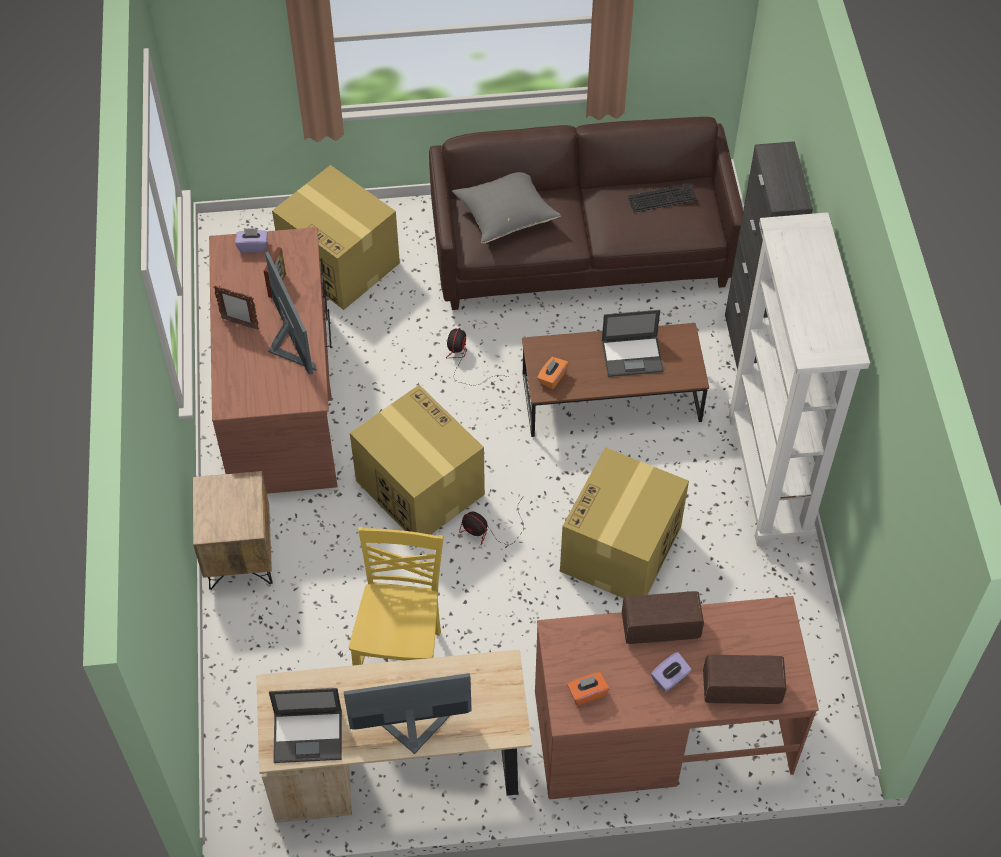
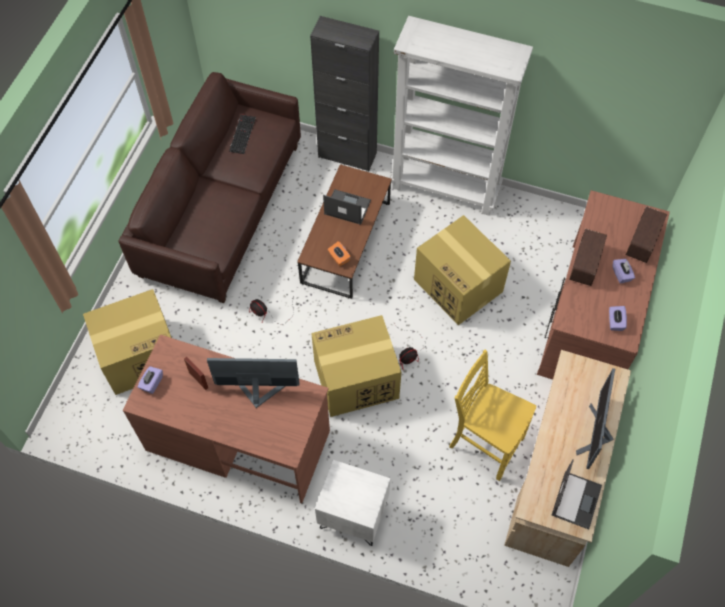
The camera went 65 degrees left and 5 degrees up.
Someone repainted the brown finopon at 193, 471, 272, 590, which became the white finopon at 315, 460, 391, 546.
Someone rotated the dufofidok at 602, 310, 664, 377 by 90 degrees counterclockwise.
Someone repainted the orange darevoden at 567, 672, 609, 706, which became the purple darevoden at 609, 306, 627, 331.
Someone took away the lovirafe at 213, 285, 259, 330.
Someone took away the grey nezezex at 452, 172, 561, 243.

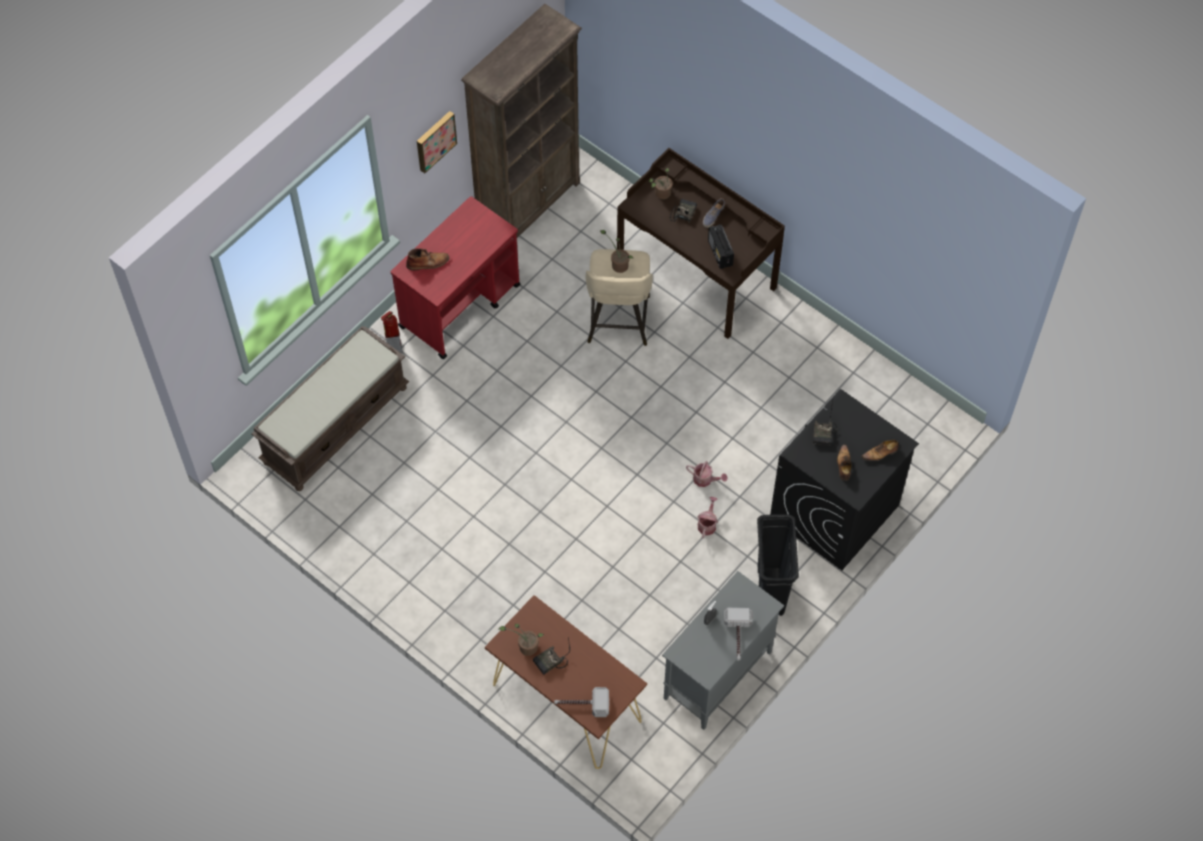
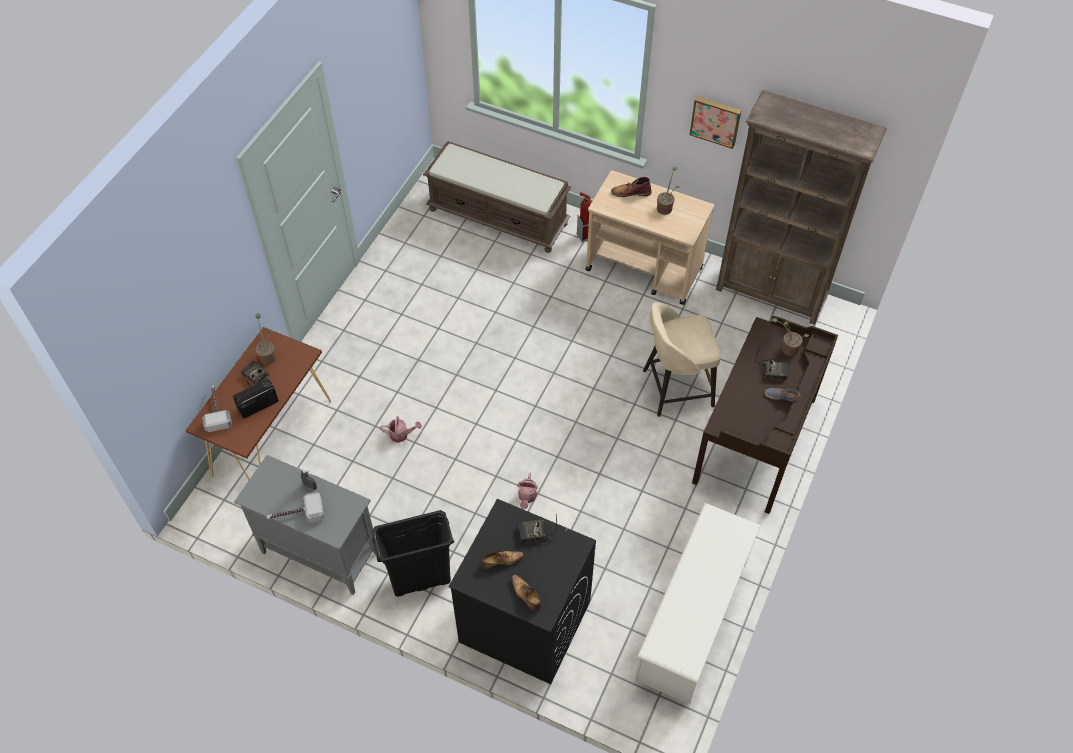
The camera went 75 degrees right and 5 degrees down.
Someone carried the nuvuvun from 708, 225, 734, 269 to 233, 378, 279, 419.
Someone carried the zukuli from 697, 497, 718, 538 to 380, 416, 422, 443.
Someone repainted the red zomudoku at 391, 196, 520, 359, which became the beige zomudoku at 585, 170, 714, 305.
Someone rotated the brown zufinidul at 406, 248, 449, 270 by 120 degrees clockwise.
Someone put down the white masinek at 634, 503, 761, 704.
Someone carried the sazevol from 600, 230, 634, 273 to 657, 167, 680, 215.

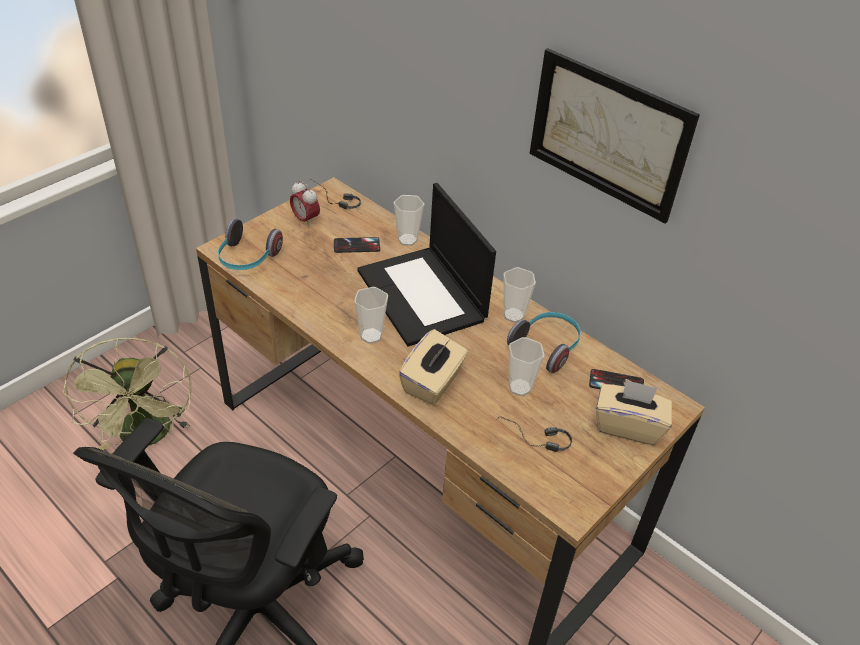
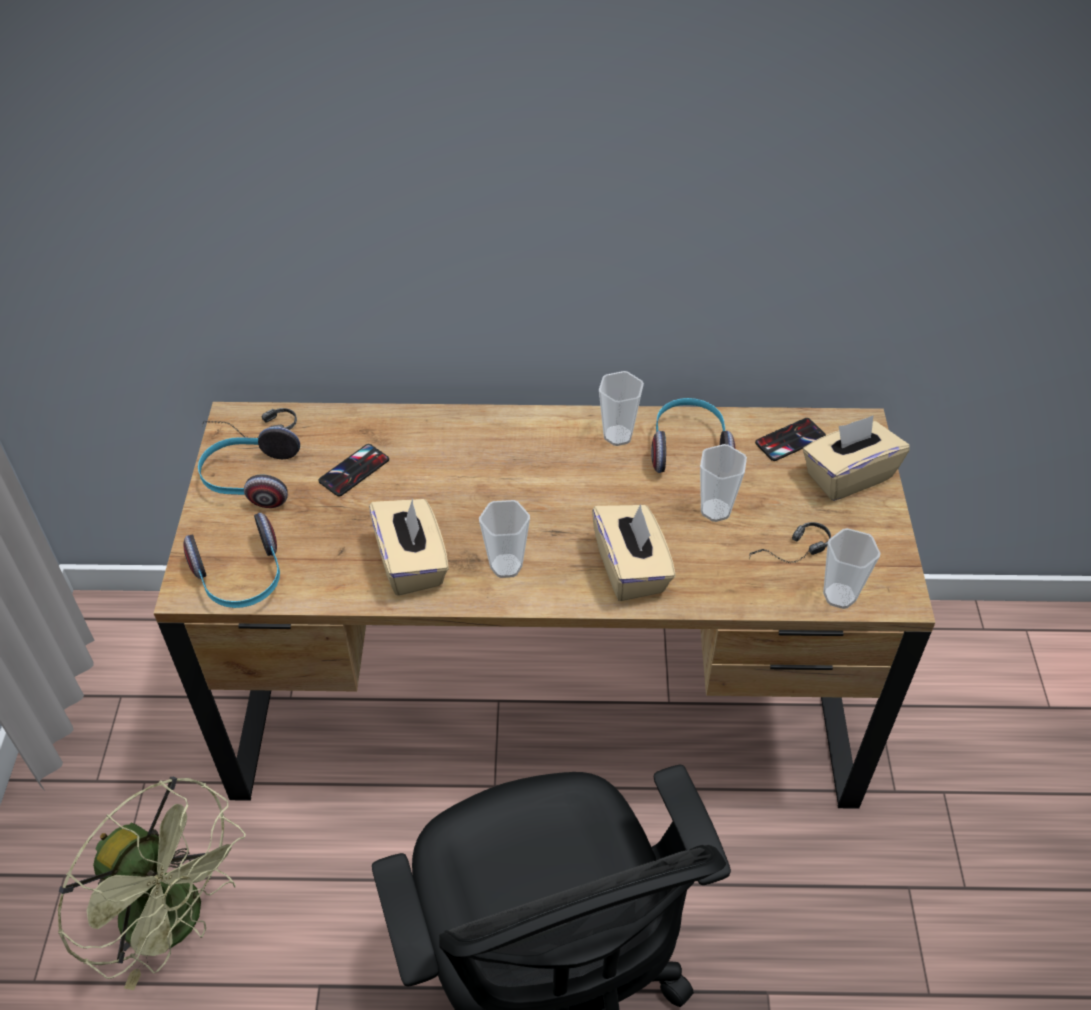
The camera went 40 degrees left and 5 degrees up.
Someone swapped the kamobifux at 290, 181, 320, 227 for the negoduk at 198, 427, 300, 508.
Someone put down the beige darevoden at 369, 499, 449, 596.
Someone carried the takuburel from 394, 195, 424, 246 to 823, 528, 881, 609.
Someone took away the dufofidok at 357, 183, 496, 347.
Someone took away the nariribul at 529, 48, 700, 224.

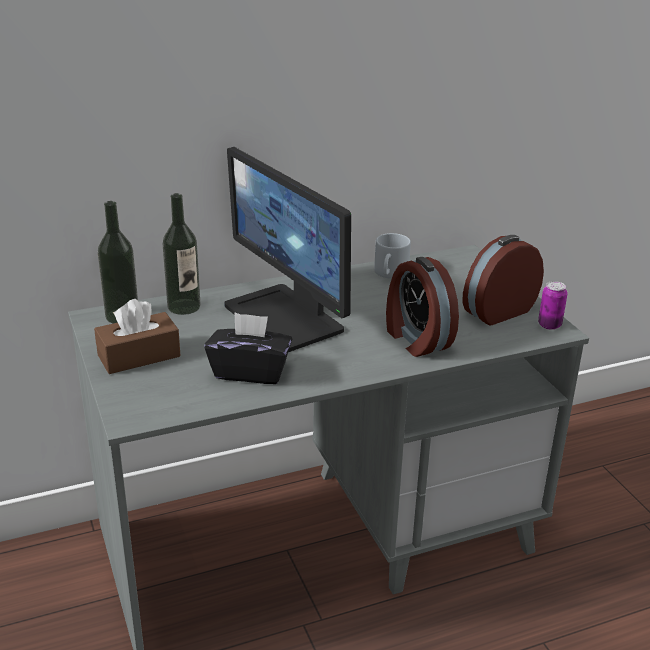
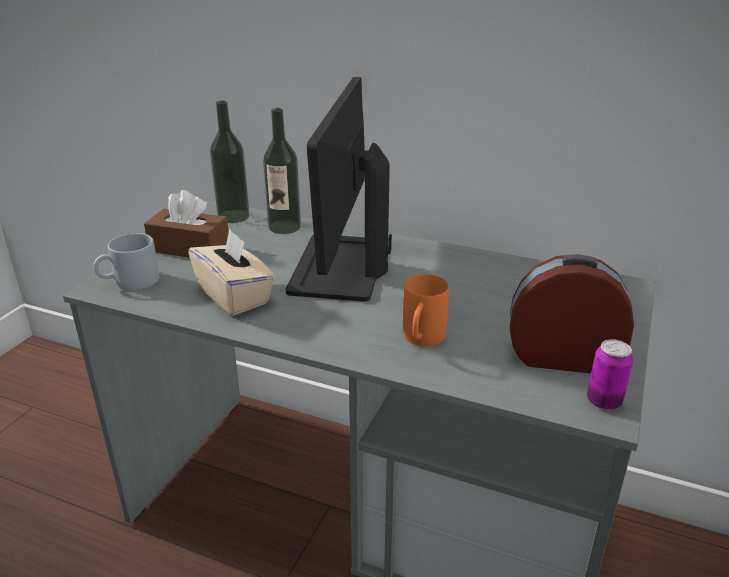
The camera went 45 degrees right and 0 degrees up.
Someone carried the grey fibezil from 374, 233, 411, 279 to 93, 233, 160, 290.
Someone repainted the black darevoden at 204, 313, 292, 384, which became the beige darevoden at 188, 229, 275, 316.
Someone swapped the kamobifux at 386, 257, 459, 357 for the orange fibezil at 403, 274, 449, 346.

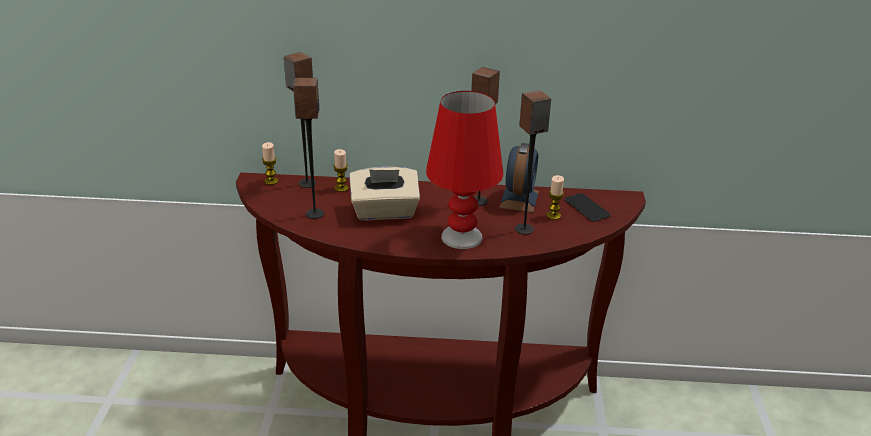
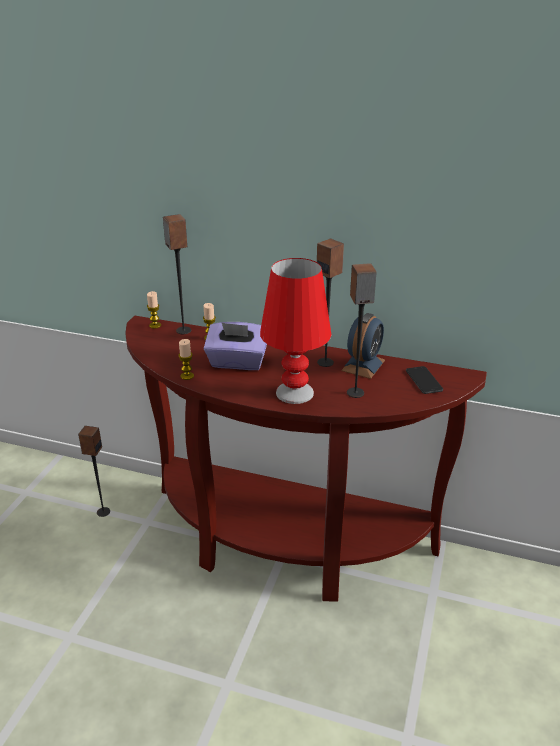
The camera went 15 degrees right and 0 degrees up.
Someone carried the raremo from 293, 78, 324, 219 to 78, 426, 110, 517.
Someone carried the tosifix from 546, 175, 564, 220 to 179, 339, 194, 380.
Someone repainted the beige darevoden at 349, 167, 420, 220, which became the purple darevoden at 204, 322, 267, 370.

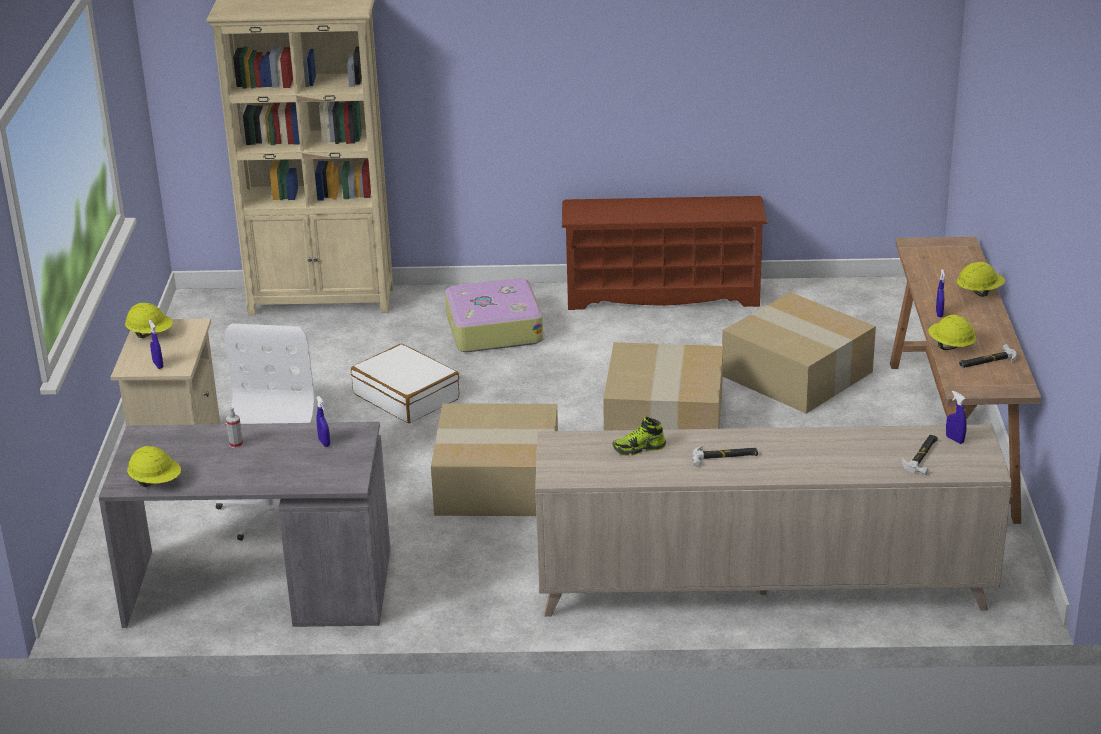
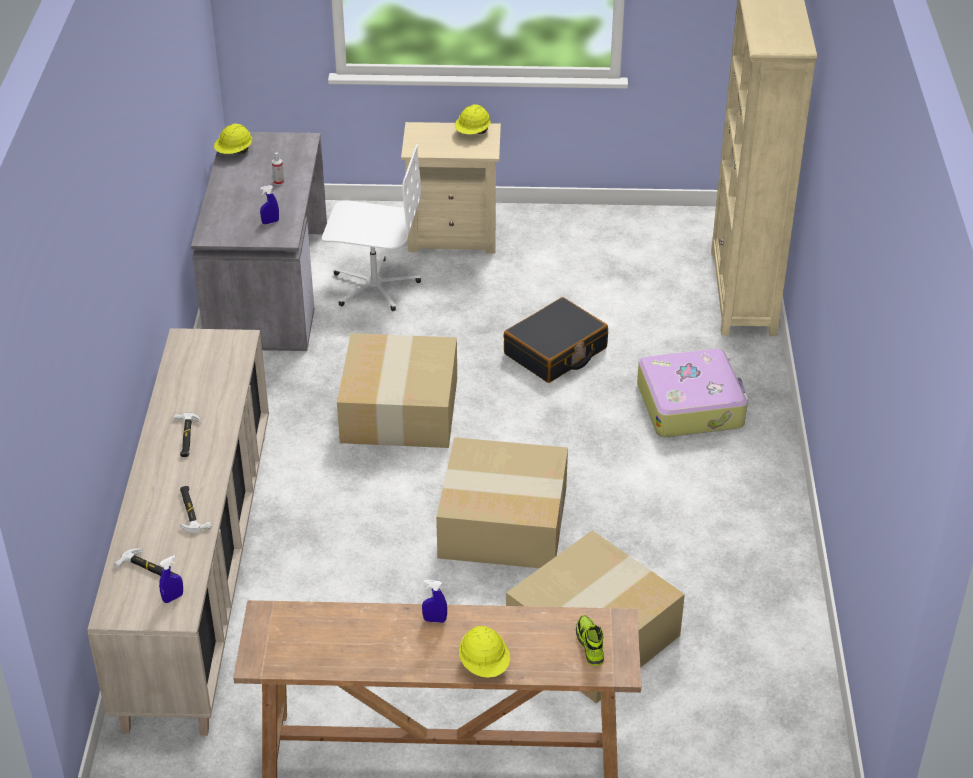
The camera went 90 degrees right and 10 degrees up.
Someone carried the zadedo from 959, 344, 1017, 368 to 180, 486, 211, 533.
Someone repainted the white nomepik at 351, 344, 459, 423, which became the black nomepik at 503, 297, 608, 383.
Someone carried the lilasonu from 613, 417, 666, 456 to 576, 615, 604, 666.
Someone took away the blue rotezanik at 148, 319, 164, 369.
Someone took away the brown masinek at 562, 196, 767, 310.
Someone took away the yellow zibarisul at 928, 315, 976, 350.

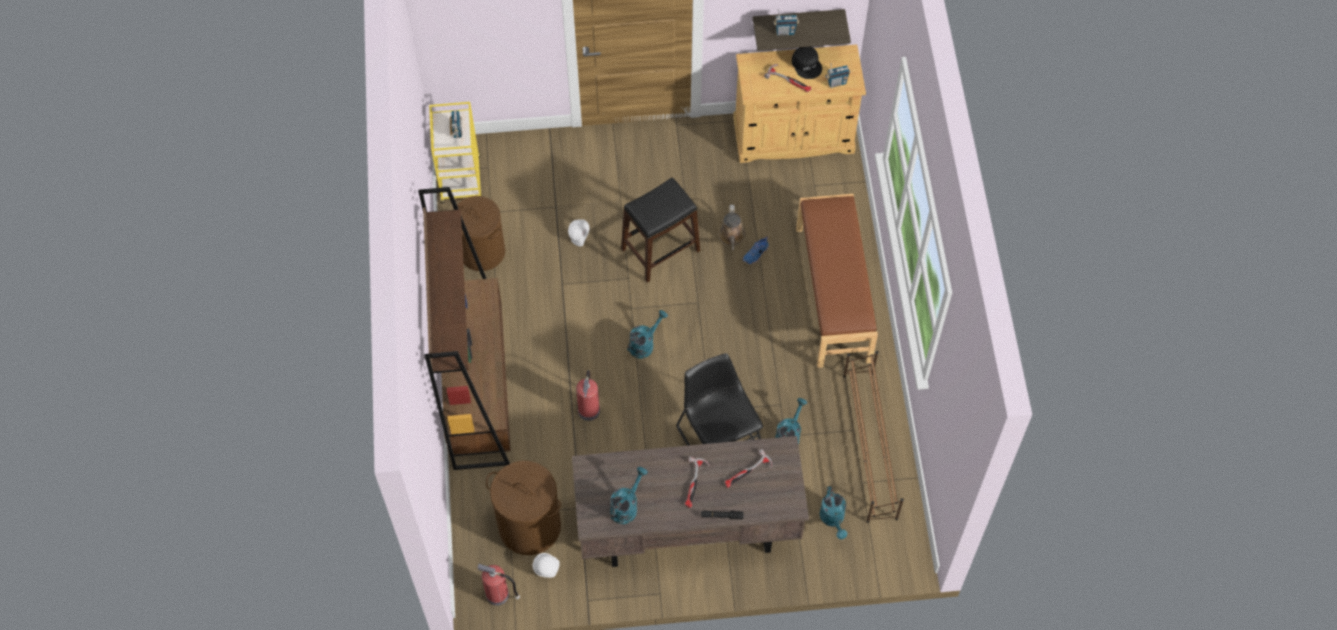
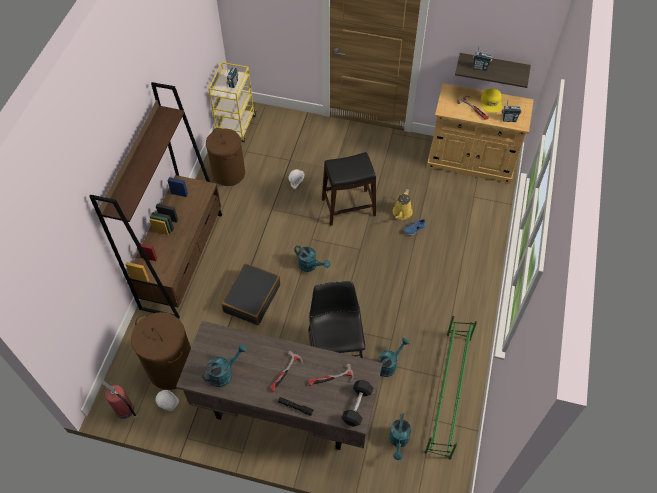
The camera went 20 degrees right and 5 degrees down.
Someone swapped the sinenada at 576, 370, 600, 421 for the black nomepik at 222, 263, 280, 325.
Someone rotated the turquoise zukuli at 627, 310, 668, 359 by 60 degrees clockwise.
Someone put down the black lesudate at 342, 380, 373, 427.
Someone repainted the brown zukuli at 718, 205, 745, 250, which became the yellow zukuli at 393, 189, 413, 219.
Someone repainted the brown masinek at 843, 351, 904, 523, which became the green masinek at 425, 316, 477, 459.
Someone repainted the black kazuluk at 792, 47, 822, 79, which became the yellow kazuluk at 481, 88, 502, 112.
Someone took away the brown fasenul at 796, 194, 878, 368.

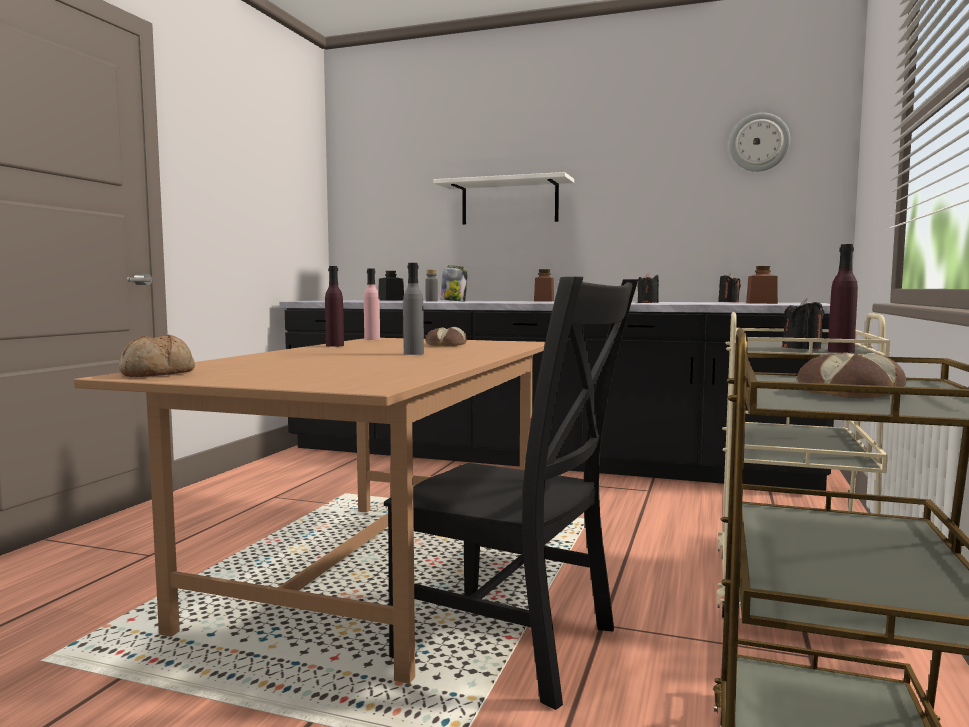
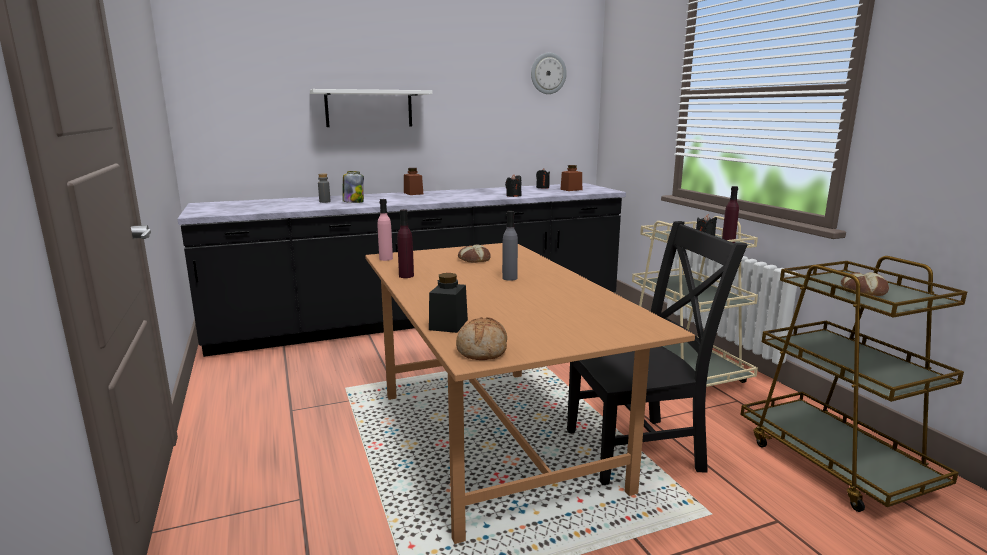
The camera went 40 degrees left and 10 degrees up.
Someone carried the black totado from 378, 271, 404, 301 to 429, 273, 468, 333.

